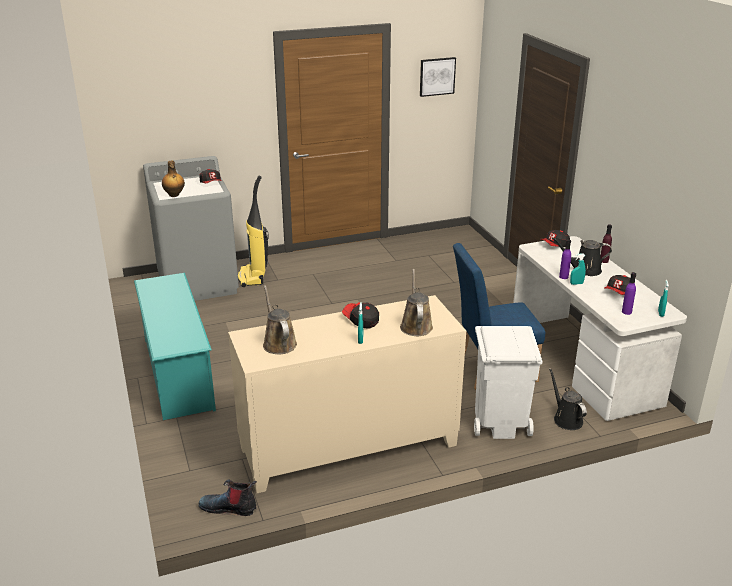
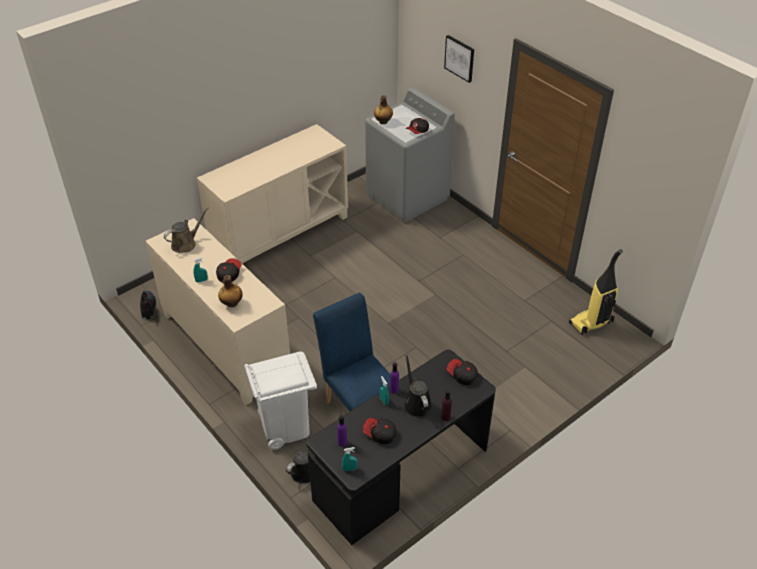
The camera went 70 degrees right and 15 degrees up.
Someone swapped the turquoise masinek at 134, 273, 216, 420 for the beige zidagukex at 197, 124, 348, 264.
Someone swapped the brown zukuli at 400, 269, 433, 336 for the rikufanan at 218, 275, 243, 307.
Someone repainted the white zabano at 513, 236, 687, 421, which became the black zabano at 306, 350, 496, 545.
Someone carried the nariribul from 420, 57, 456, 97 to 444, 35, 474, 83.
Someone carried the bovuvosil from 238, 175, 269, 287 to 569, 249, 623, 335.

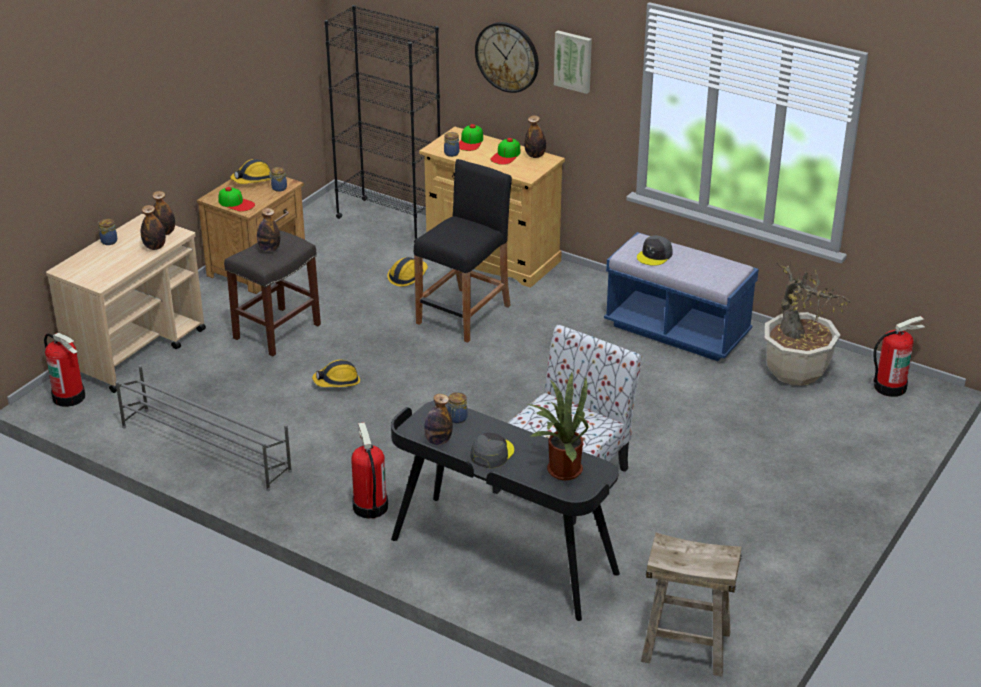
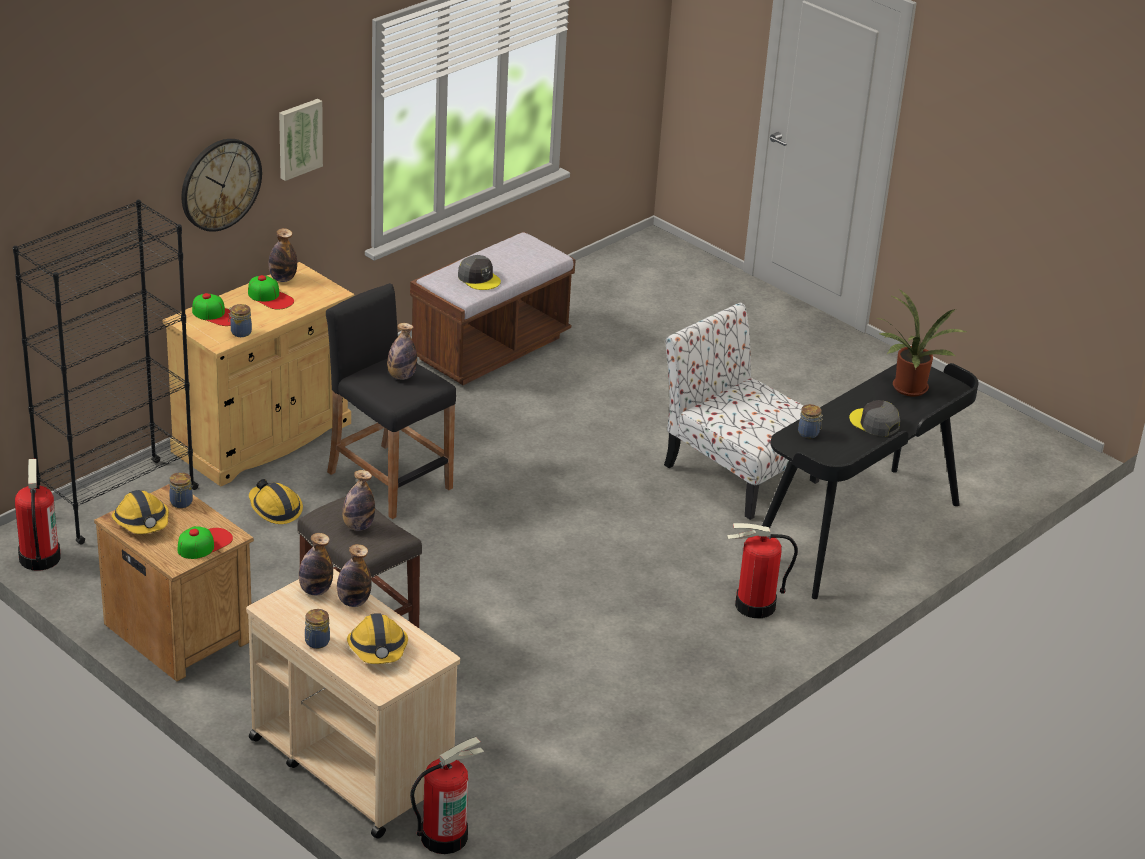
The camera went 80 degrees left and 0 degrees up.
Someone carried the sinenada from 873, 316, 925, 397 to 15, 459, 61, 571.
Someone carried the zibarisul from 312, 360, 360, 387 to 347, 613, 408, 664.
Someone carried the rikufanan from 424, 394, 453, 445 to 387, 323, 417, 380.
Someone repainted the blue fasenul at 604, 232, 759, 361, which became the brown fasenul at 410, 232, 576, 385.
Someone took away the grey masinek at 115, 365, 292, 491.
Someone took away the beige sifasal at 641, 533, 742, 677.
Someone took away the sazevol at 765, 263, 851, 386.

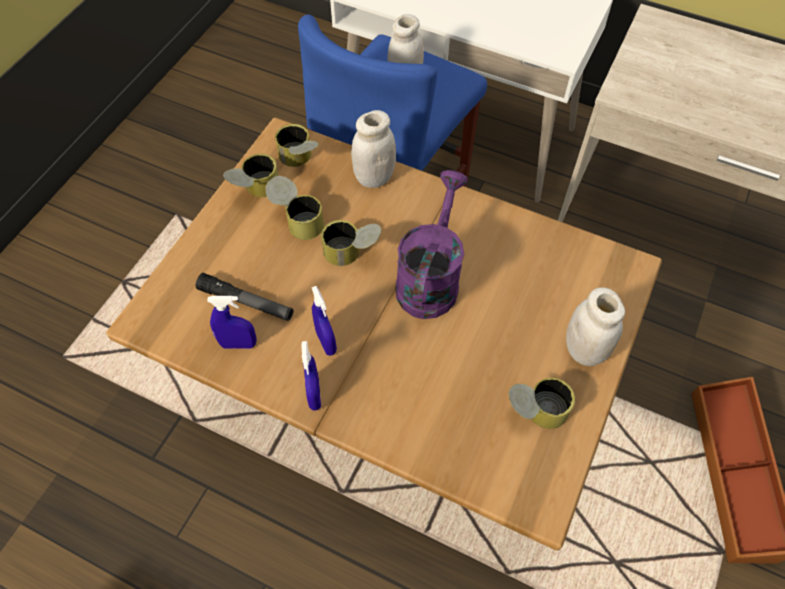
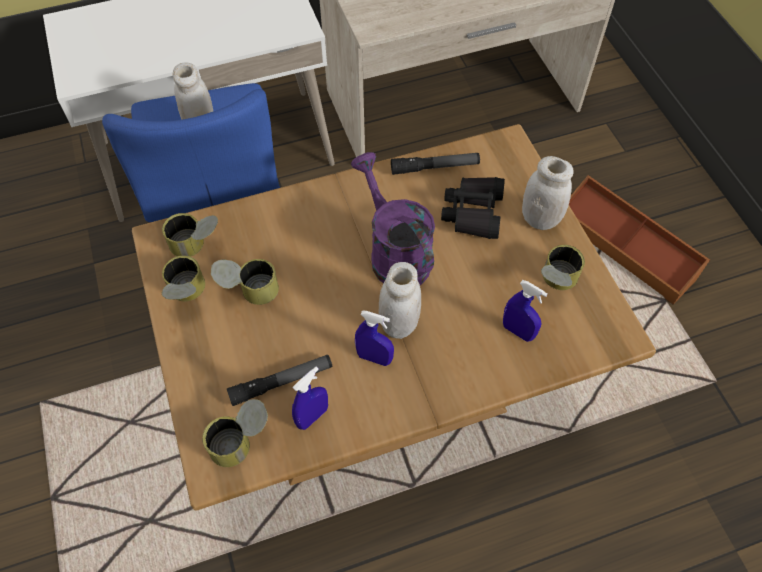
The camera went 45 degrees left and 0 degrees up.
Someone carried the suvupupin from 321, 220, 382, 266 to 202, 399, 268, 467.
Someone carried the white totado from 351, 110, 396, 188 to 379, 262, 421, 339.
Someone put down the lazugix at 391, 153, 480, 175.
Someone put down the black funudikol at 441, 177, 505, 239.
Someone carried the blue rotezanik from 302, 341, 321, 411 to 503, 280, 548, 342.

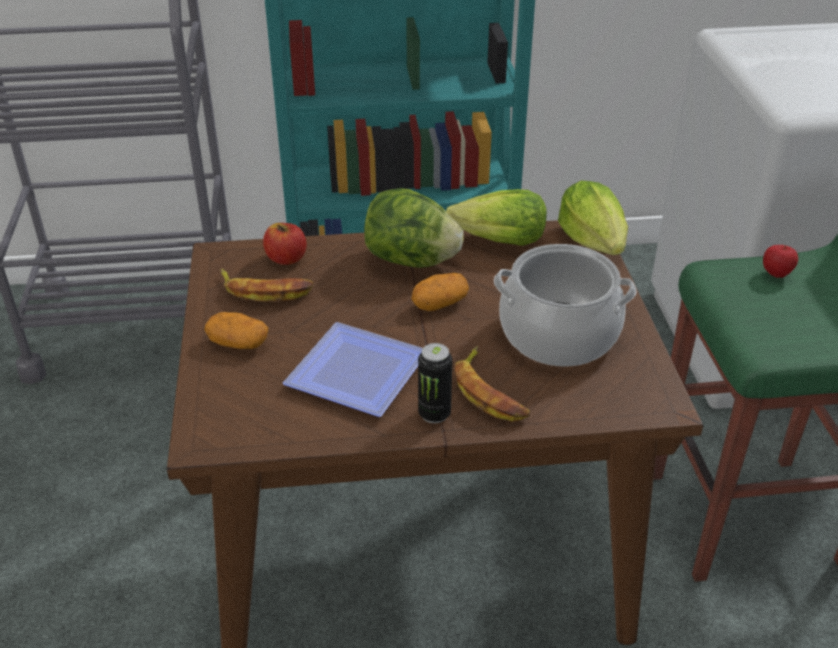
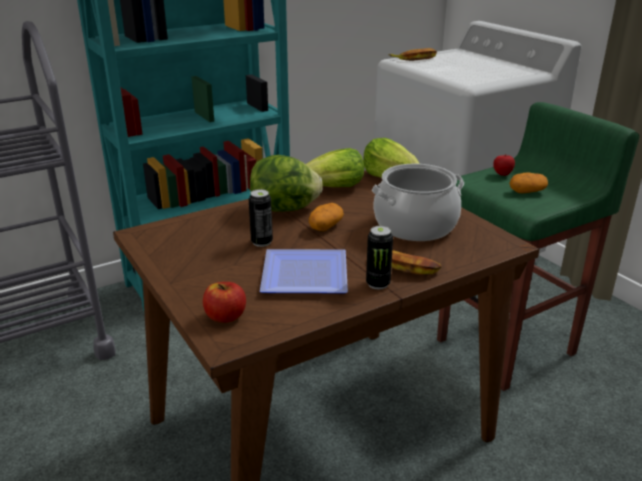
The camera went 25 degrees left and 10 degrees down.
Someone carried the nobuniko from 263, 223, 307, 265 to 203, 282, 246, 323.
Someone put down the suvupupin at 249, 189, 273, 247.
Someone carried the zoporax from 221, 269, 313, 301 to 388, 48, 437, 61.
Someone carried the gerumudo from 204, 312, 268, 349 to 509, 172, 548, 193.

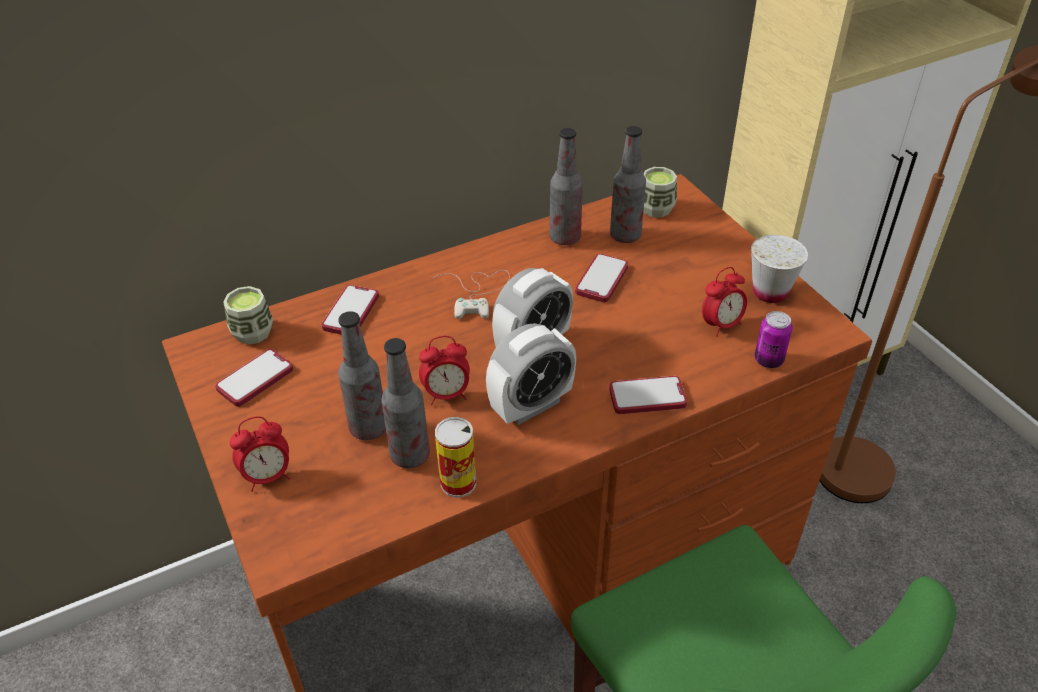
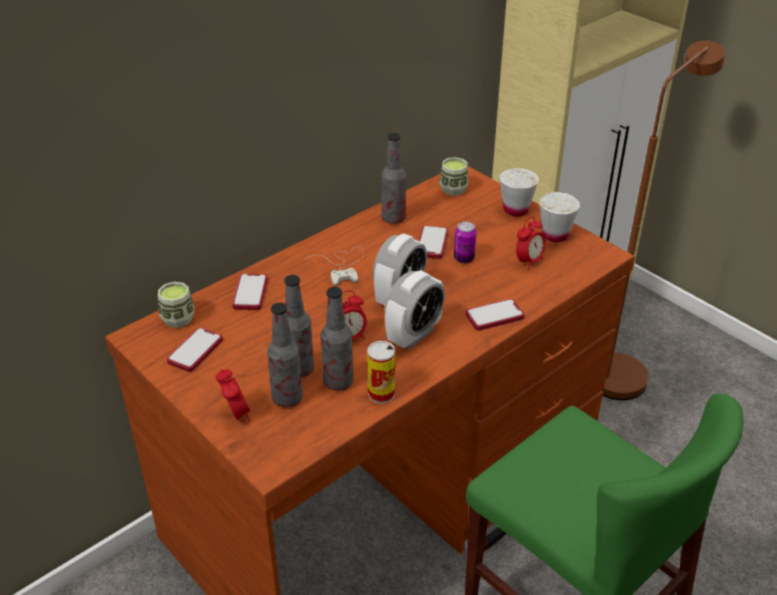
The camera went 15 degrees left and 5 degrees down.
Someone rotated the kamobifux at 230, 416, 290, 492 by 75 degrees counterclockwise.
Someone carried the rikufanan from 610, 126, 646, 243 to 267, 302, 303, 408.
Someone carried the suvupupin from 755, 311, 793, 368 to 454, 222, 476, 264.
Someone put down the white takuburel at 499, 168, 539, 216.

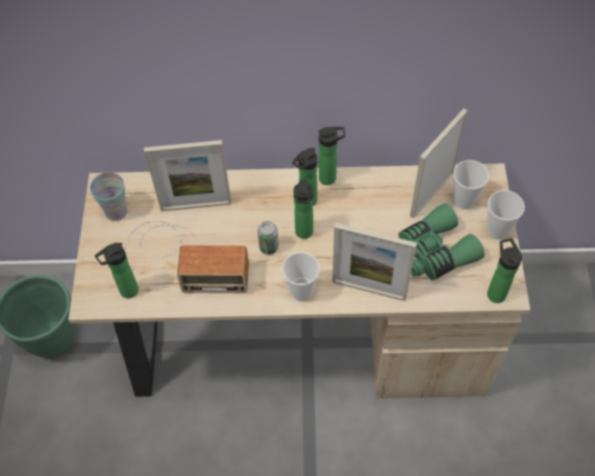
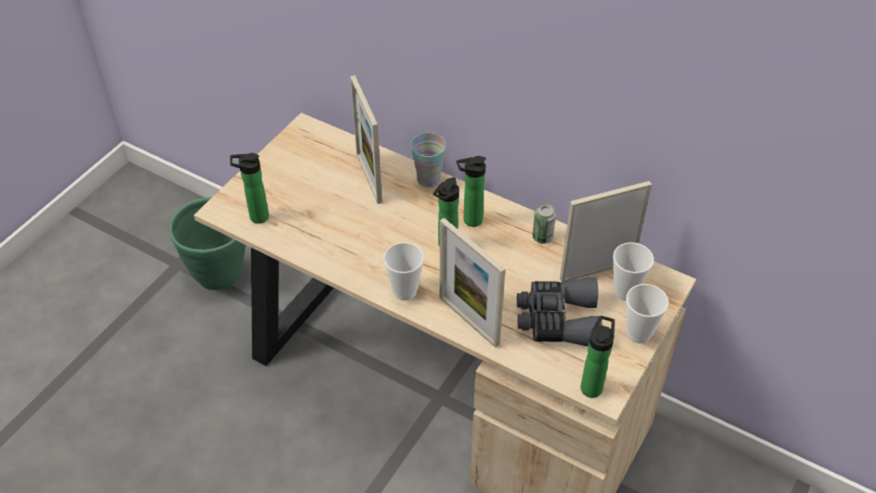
The camera went 30 degrees right and 10 degrees down.
Someone rotated the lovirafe at 144, 140, 231, 211 by 45 degrees clockwise.
Someone carried the takuburel from 90, 172, 128, 221 to 411, 133, 446, 188.
Someone repainted the green funudikol at 399, 203, 485, 280, which became the grey funudikol at 517, 277, 602, 347.
Someone carried the suvupupin from 257, 221, 279, 255 to 532, 204, 556, 244.
Someone took away the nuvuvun at 125, 221, 249, 293.
Someone took away the rikufanan at 318, 127, 345, 185.

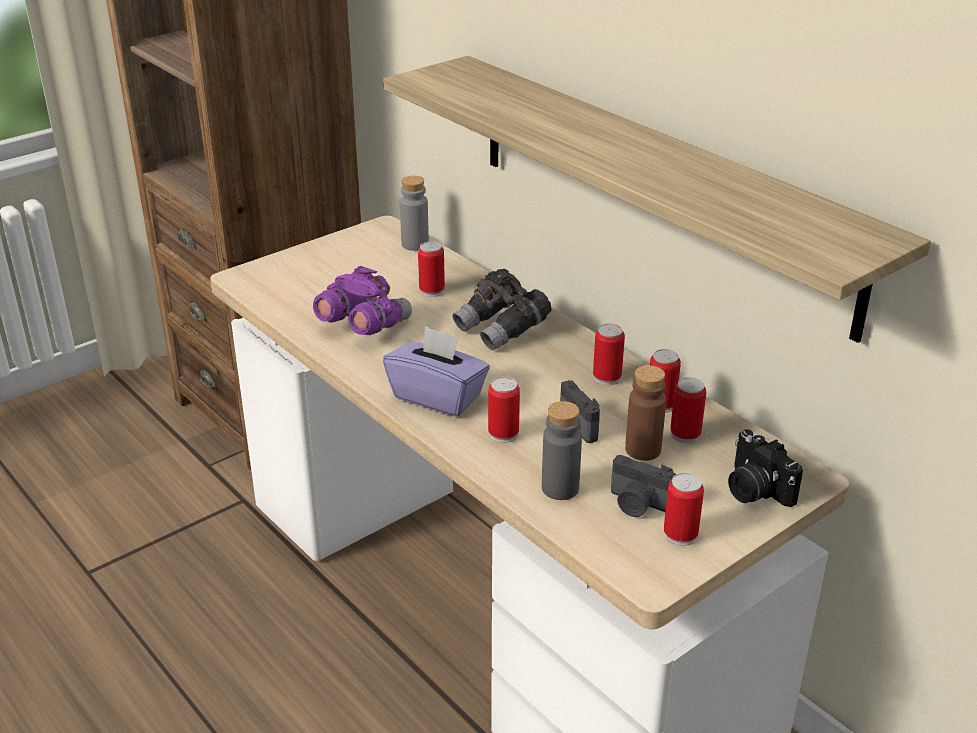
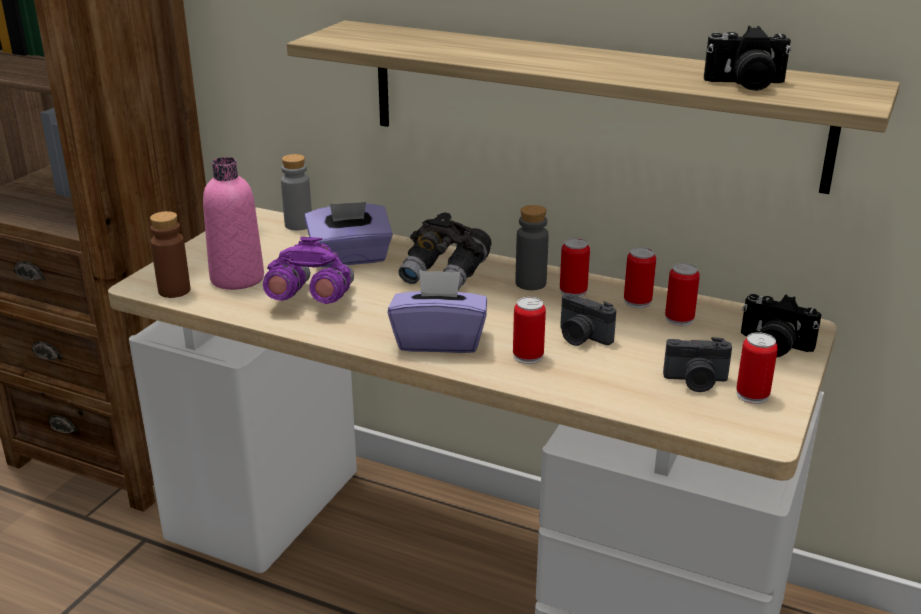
The camera went 25 degrees left and 5 degrees down.
Someone carried the brown rikufanan from 625, 365, 666, 461 to 150, 211, 190, 298.
Someone put down the pink rikufanan at 203, 157, 264, 290.
Someone swapped the suvupupin at 418, 241, 445, 297 for the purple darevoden at 304, 202, 393, 268.
Someone carried the grey rikufanan from 542, 401, 582, 500 to 516, 205, 549, 290.
Someone put down the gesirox at 704, 26, 791, 91.

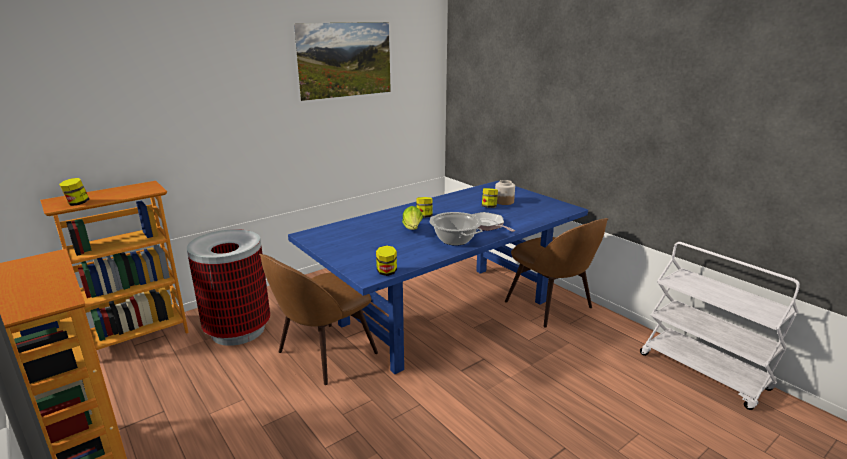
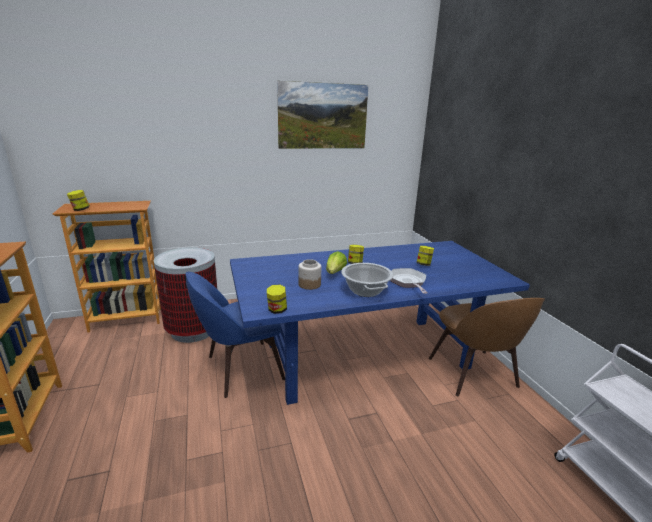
The camera went 20 degrees right and 0 degrees up.
Someone repainted the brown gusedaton at 259, 254, 378, 385, which became the blue gusedaton at 185, 272, 285, 398.
Someone carried the totado from 495, 180, 515, 205 to 298, 259, 321, 290.

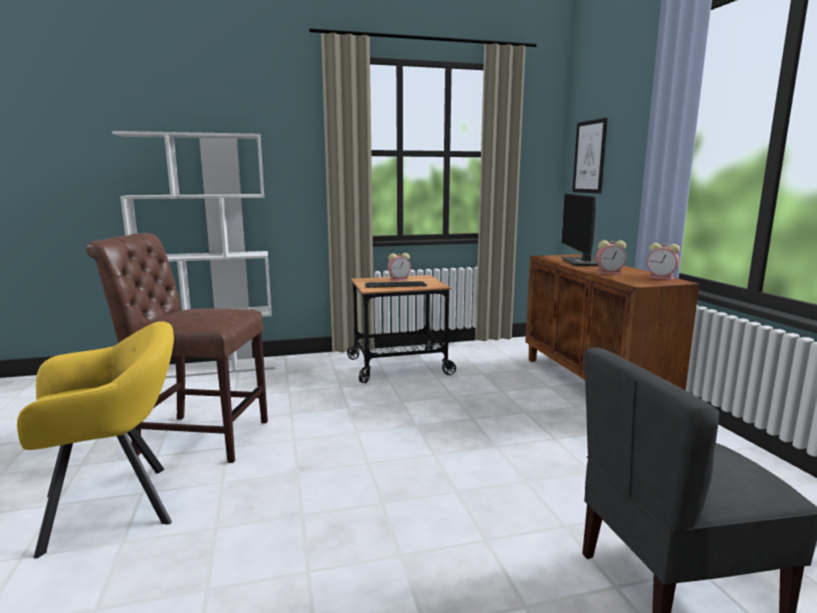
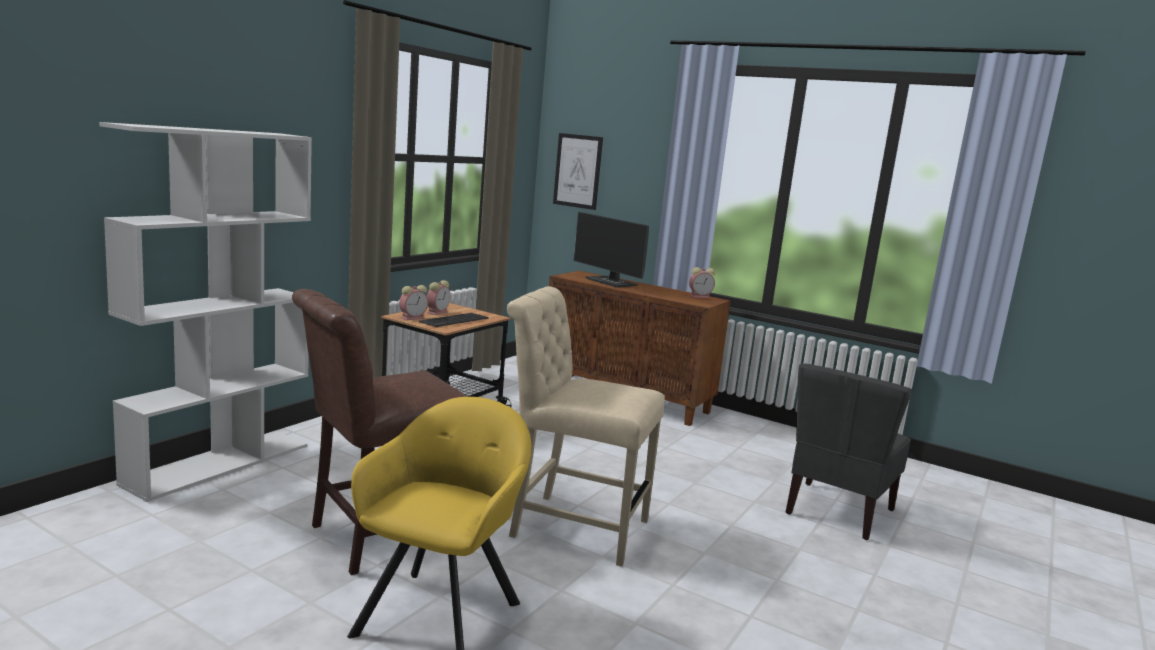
The camera went 45 degrees left and 0 degrees up.
Someone carried the kamobifux from 596, 240, 626, 275 to 399, 285, 428, 320.
Someone put down the beige gusedaton at 507, 286, 665, 567.

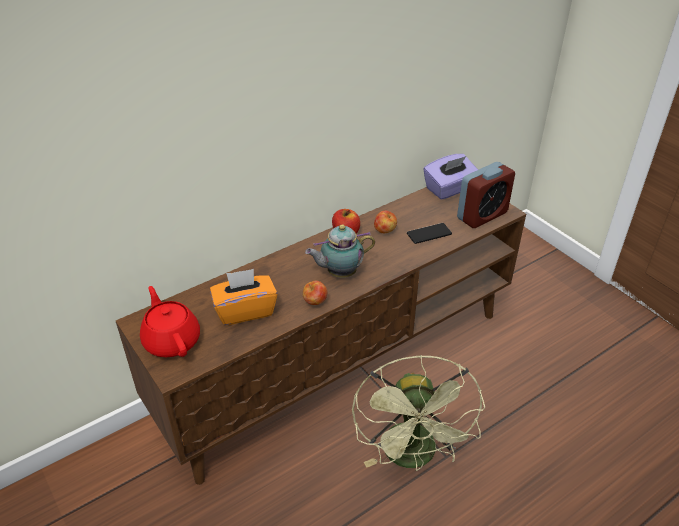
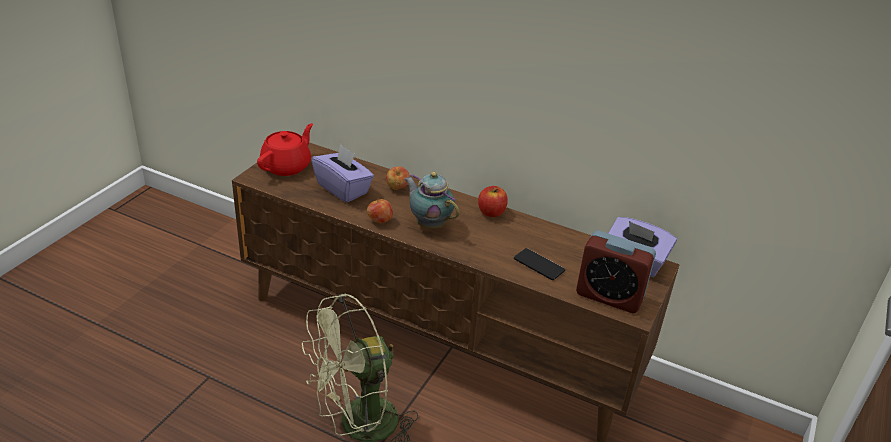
The camera went 60 degrees right and 5 degrees down.
Someone repainted the orange darevoden at 210, 269, 278, 325, which became the purple darevoden at 311, 144, 374, 202.
Someone carried the nobuniko from 374, 211, 397, 233 to 386, 166, 410, 190.

